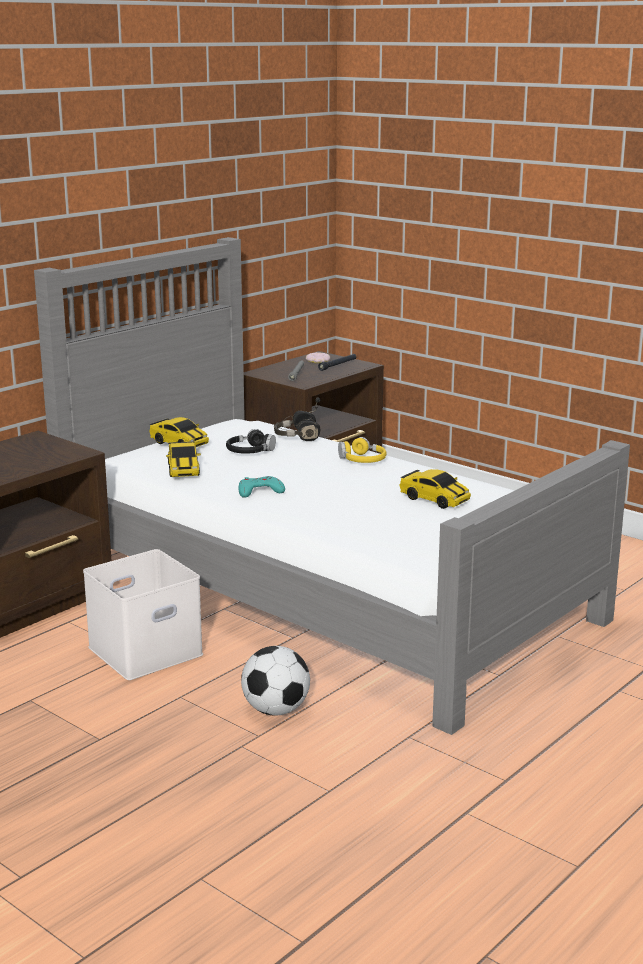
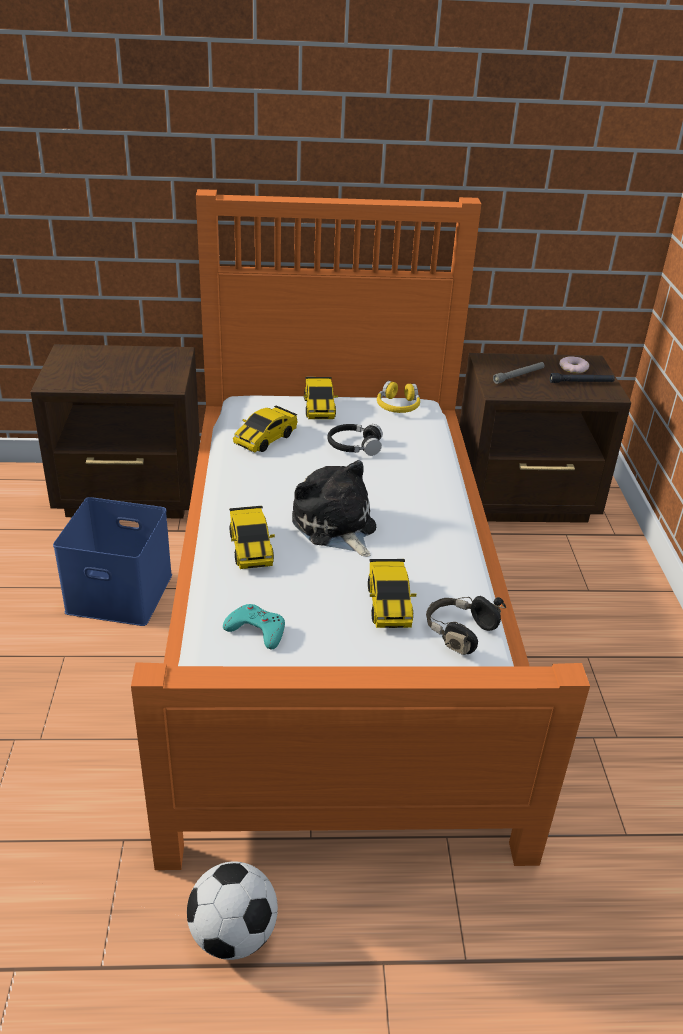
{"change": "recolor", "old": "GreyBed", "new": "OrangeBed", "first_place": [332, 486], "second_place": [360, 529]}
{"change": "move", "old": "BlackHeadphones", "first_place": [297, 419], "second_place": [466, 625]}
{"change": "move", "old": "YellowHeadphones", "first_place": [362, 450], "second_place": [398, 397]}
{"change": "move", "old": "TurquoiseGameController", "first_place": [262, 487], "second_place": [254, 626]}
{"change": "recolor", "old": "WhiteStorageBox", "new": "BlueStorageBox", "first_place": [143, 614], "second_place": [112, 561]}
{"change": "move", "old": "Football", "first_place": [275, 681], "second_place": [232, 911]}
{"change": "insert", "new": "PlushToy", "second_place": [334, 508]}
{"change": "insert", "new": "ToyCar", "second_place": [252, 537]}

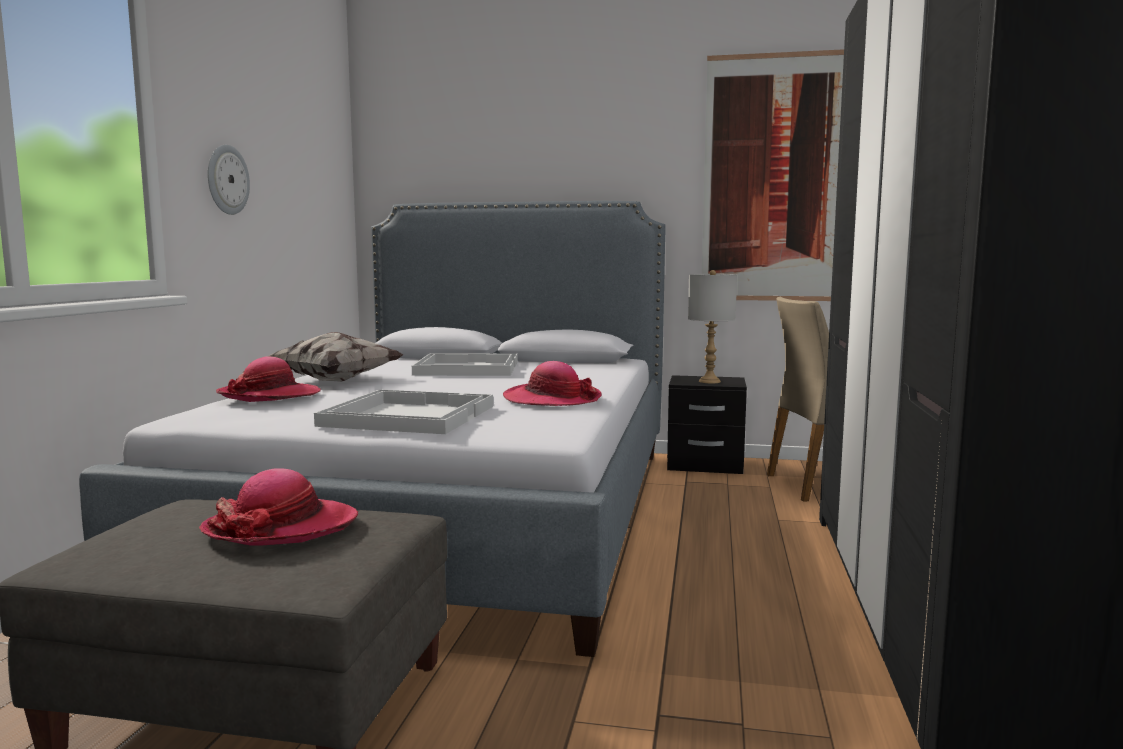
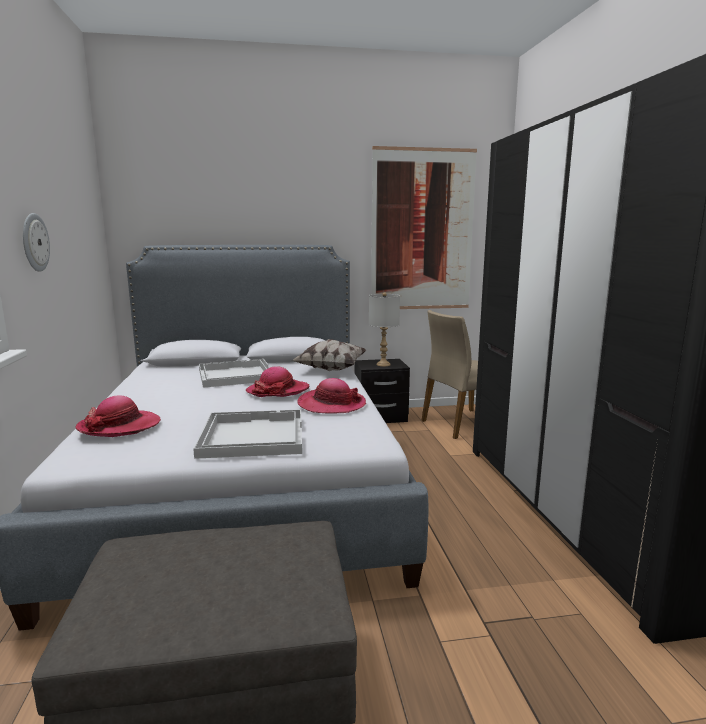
{"change": "move", "old": "Pillow", "first_place": [335, 357], "second_place": [328, 355]}
{"change": "move", "old": "Hat", "first_place": [278, 507], "second_place": [277, 381]}

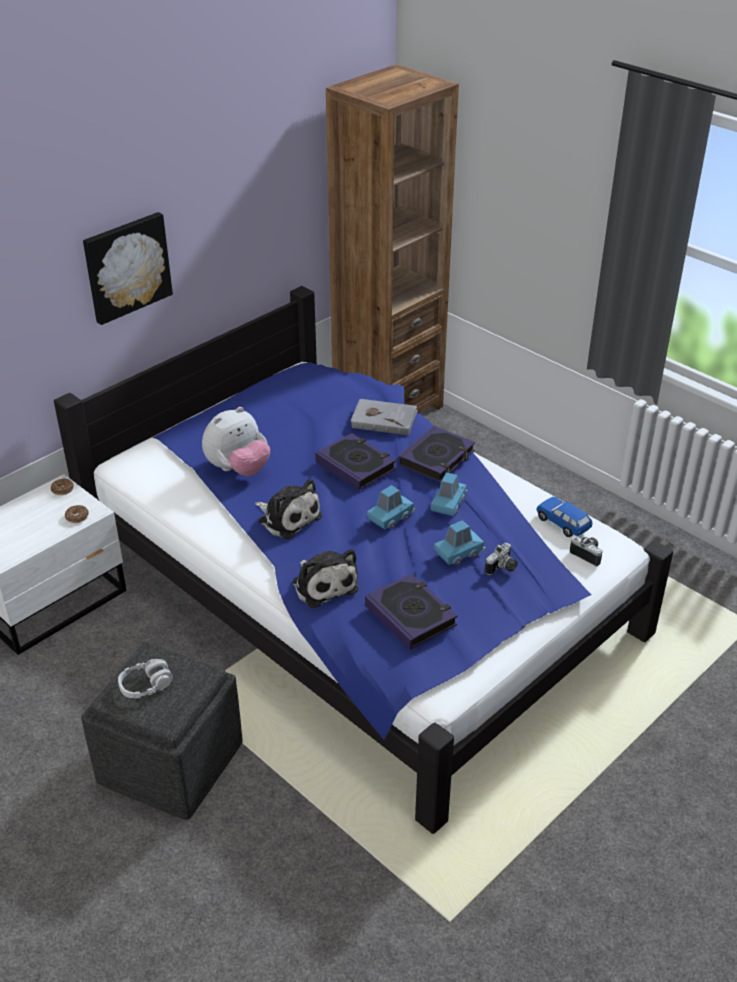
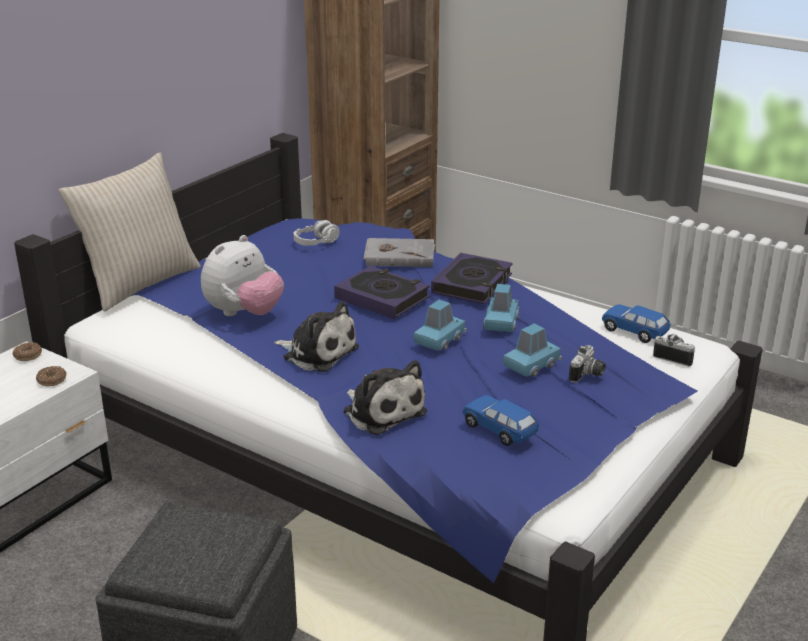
{"change": "delete", "old": "Picture", "first_place": [128, 268]}
{"change": "replace", "old": "Book", "new": "BlueToyCar", "first_place": [411, 611], "second_place": [501, 420]}
{"change": "move", "old": "GreyHeadphones", "first_place": [145, 678], "second_place": [316, 233]}
{"change": "insert", "new": "BeigePillow", "second_place": [130, 232]}

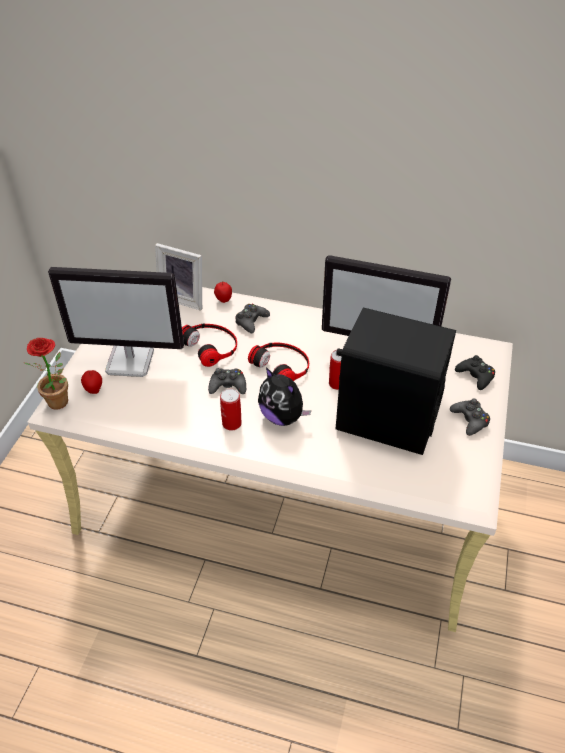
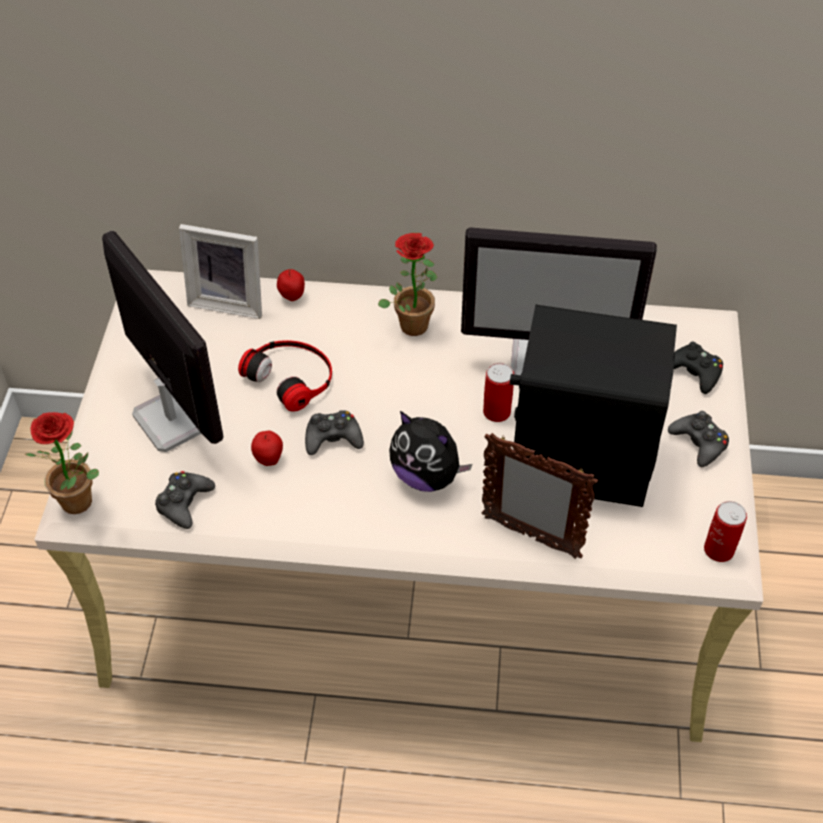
{"change": "rotate", "old": "Monitor", "first_place": [116, 322], "second_place": [163, 341], "degrees": -120}
{"change": "move", "old": "BlackGameController", "first_place": [252, 318], "second_place": [185, 500]}
{"change": "delete", "old": "Headphones", "first_place": [278, 362]}
{"change": "move", "old": "Apple", "first_place": [91, 382], "second_place": [267, 448]}
{"change": "move", "old": "Can", "first_place": [231, 410], "second_place": [725, 531]}
{"change": "insert", "new": "PottedPlant", "second_place": [408, 284]}
{"change": "insert", "new": "PictureFrame", "second_place": [540, 496]}

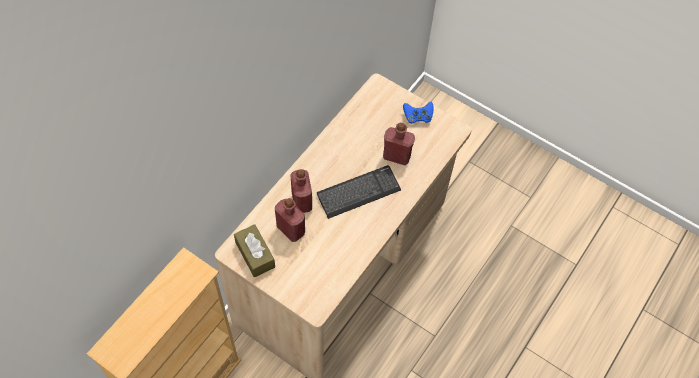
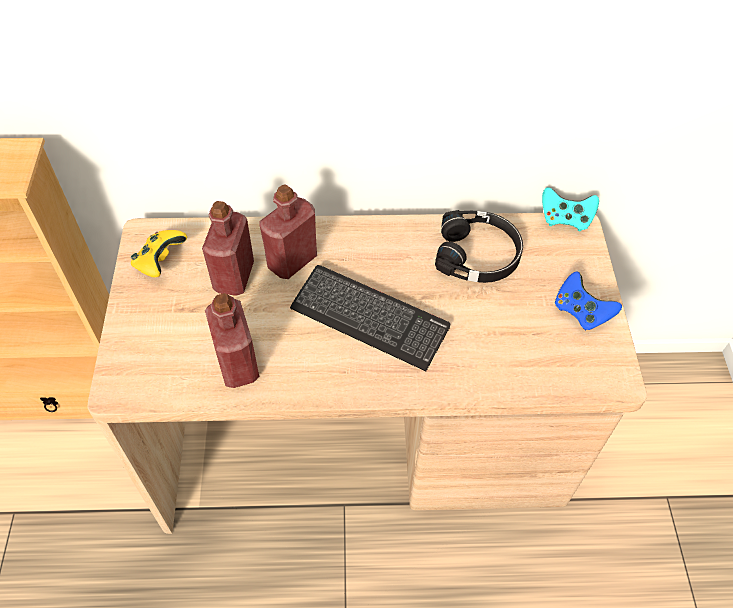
{"change": "move", "old": "RedBottle", "first_place": [399, 143], "second_place": [232, 340]}
{"change": "replace", "old": "BrownTissueBox", "new": "YellowGameController", "first_place": [254, 250], "second_place": [159, 253]}
{"change": "insert", "new": "TurquoiseGameController", "second_place": [570, 209]}
{"change": "insert", "new": "BlackHeadphones", "second_place": [479, 246]}

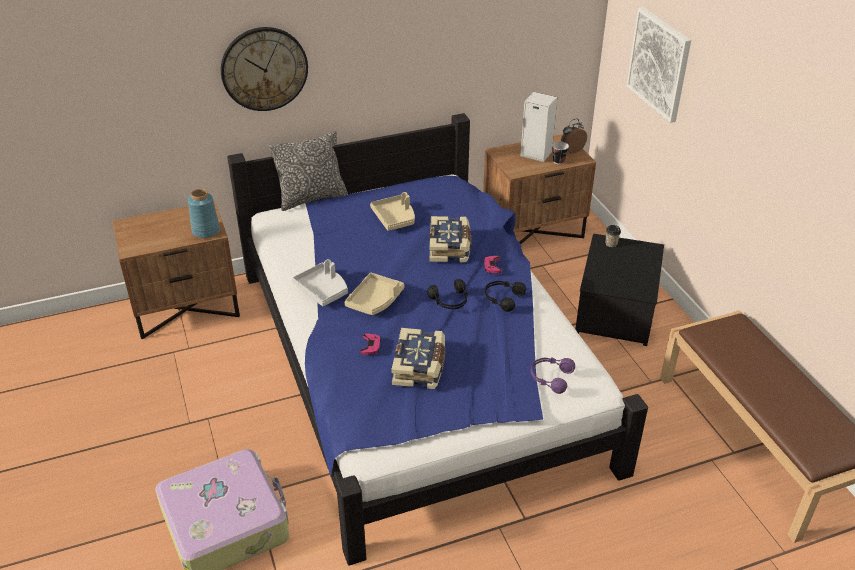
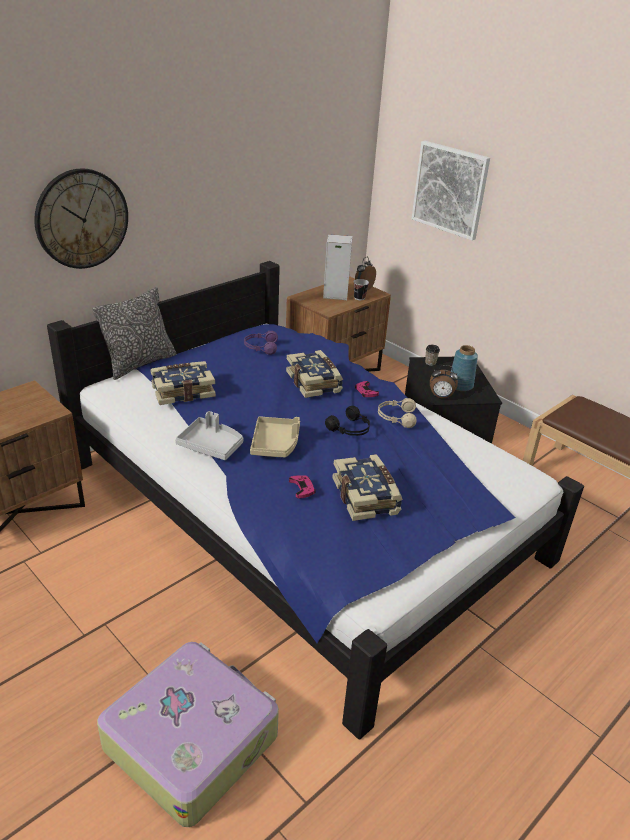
{"change": "move", "old": "BlueVase", "first_place": [204, 213], "second_place": [464, 368]}
{"change": "delete", "old": "BeigeTray", "first_place": [392, 211]}
{"change": "recolor", "old": "BlackHeadphones", "new": "BeigeHeadphones", "first_place": [505, 296], "second_place": [397, 413]}
{"change": "move", "old": "PurpleHeadphones", "first_place": [553, 375], "second_place": [261, 342]}
{"change": "insert", "new": "Book", "second_place": [183, 383]}
{"change": "insert", "new": "AlarmClock", "second_place": [444, 382]}

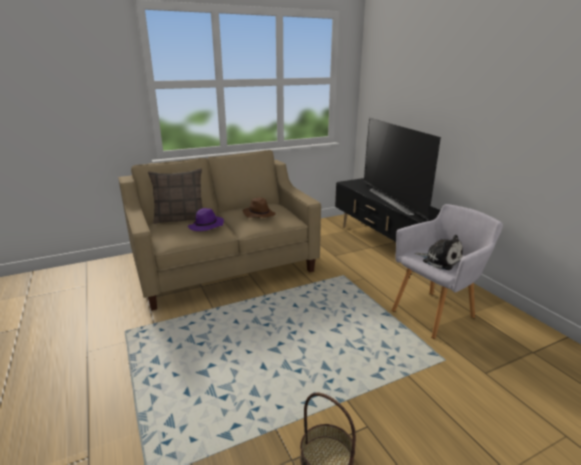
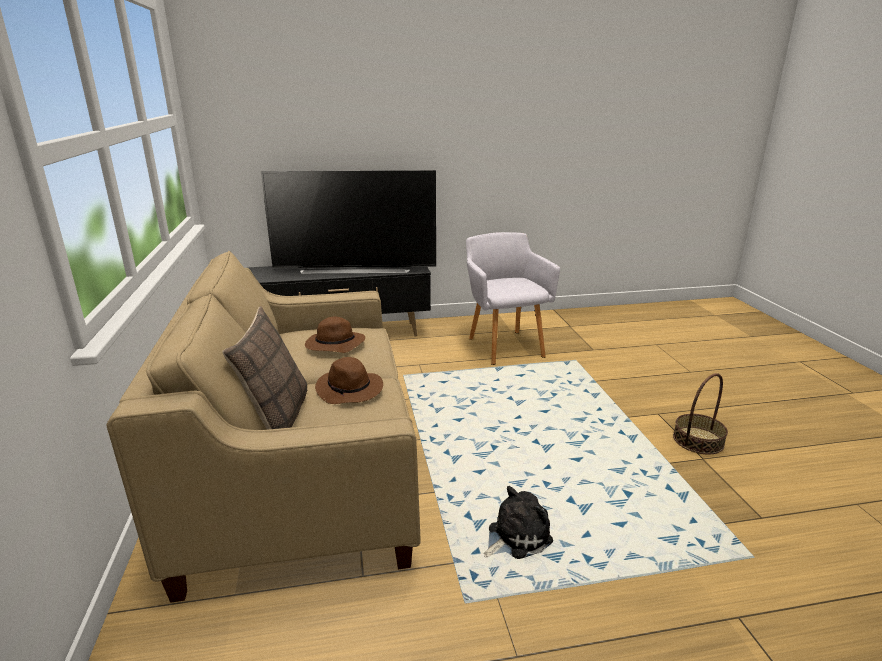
{"change": "recolor", "old": "PurpleHat", "new": "BrownHat", "first_place": [206, 219], "second_place": [349, 380]}
{"change": "move", "old": "PlushToy", "first_place": [438, 252], "second_place": [518, 522]}

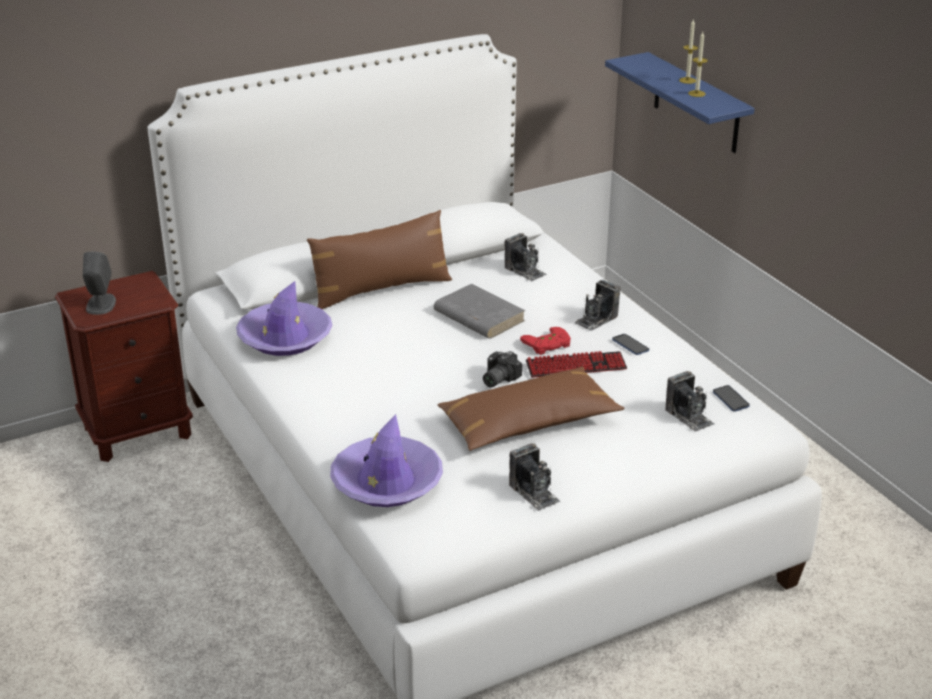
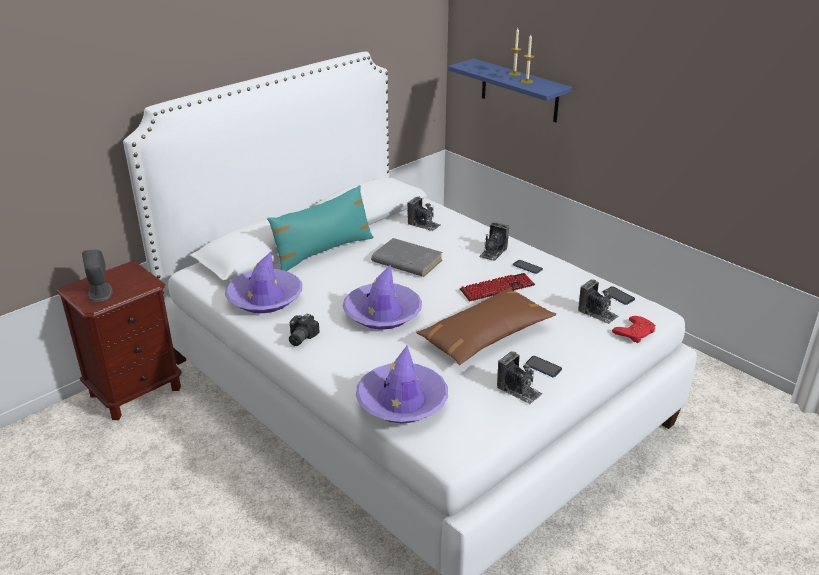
{"change": "recolor", "old": "BrownPillow", "new": "TurquoisePillow", "first_place": [379, 259], "second_place": [320, 228]}
{"change": "move", "old": "RedGameController", "first_place": [545, 341], "second_place": [633, 329]}
{"change": "move", "old": "PhotoCamera", "first_place": [502, 369], "second_place": [304, 330]}
{"change": "insert", "new": "PurpleHat", "second_place": [382, 297]}
{"change": "insert", "new": "Phone", "second_place": [544, 367]}

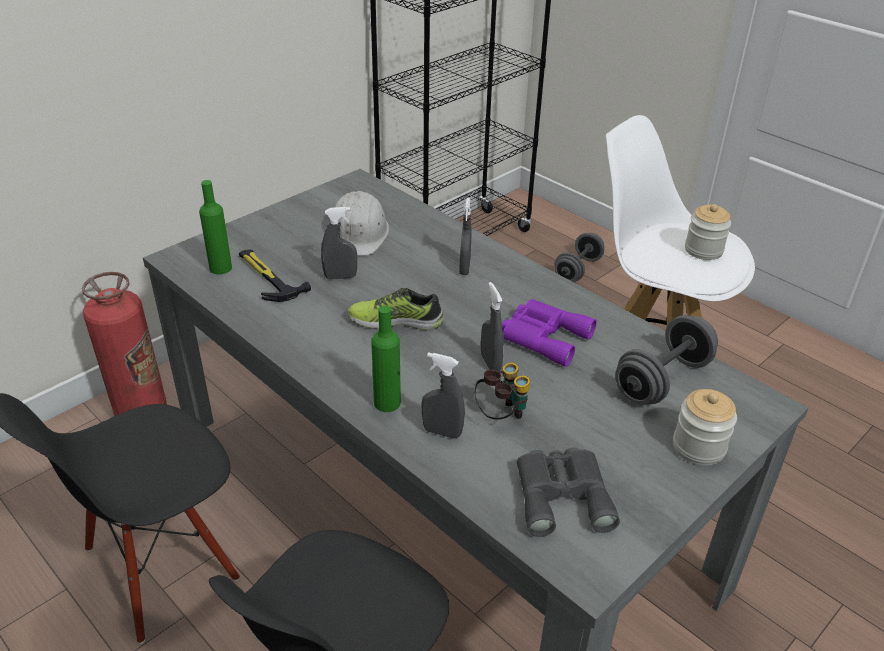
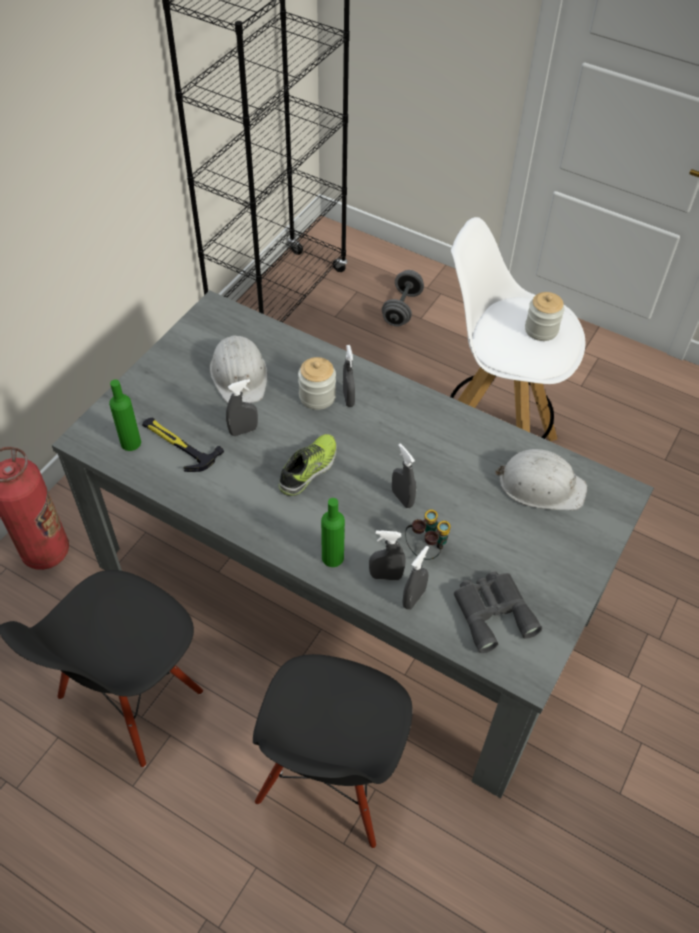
{"change": "rotate", "old": "Shoe", "first_place": [396, 309], "second_place": [307, 465], "degrees": 135}
{"change": "delete", "old": "PurpleBinoculars", "first_place": [549, 333]}
{"change": "replace", "old": "GreyDumbbell", "new": "WhiteHardHat", "first_place": [666, 359], "second_place": [541, 479]}
{"change": "move", "old": "Jar", "first_place": [705, 427], "second_place": [317, 383]}
{"change": "insert", "new": "GreySprayBottle", "second_place": [415, 577]}

